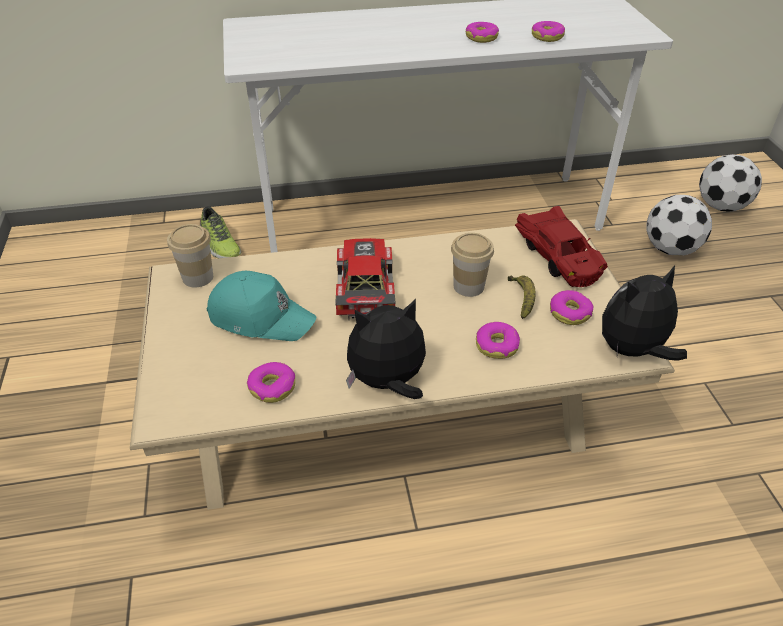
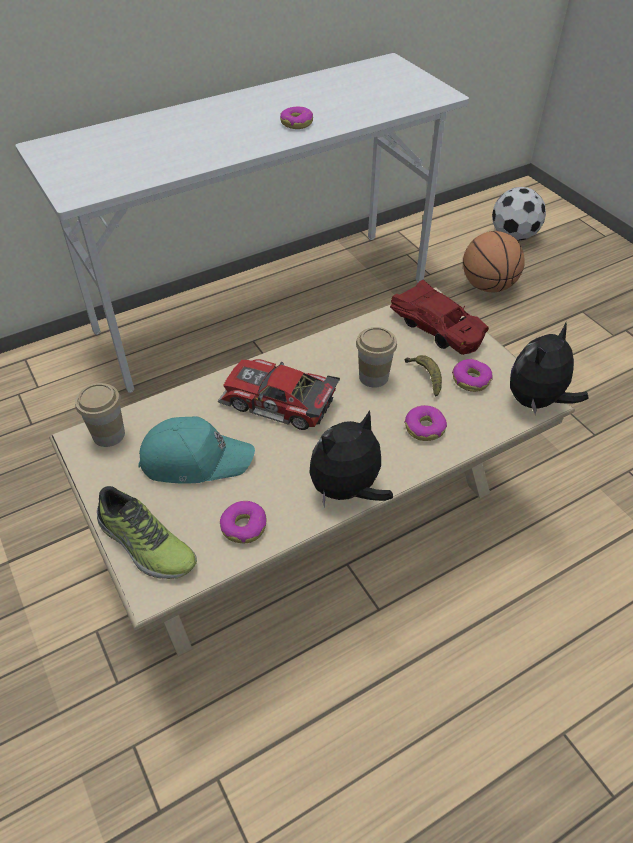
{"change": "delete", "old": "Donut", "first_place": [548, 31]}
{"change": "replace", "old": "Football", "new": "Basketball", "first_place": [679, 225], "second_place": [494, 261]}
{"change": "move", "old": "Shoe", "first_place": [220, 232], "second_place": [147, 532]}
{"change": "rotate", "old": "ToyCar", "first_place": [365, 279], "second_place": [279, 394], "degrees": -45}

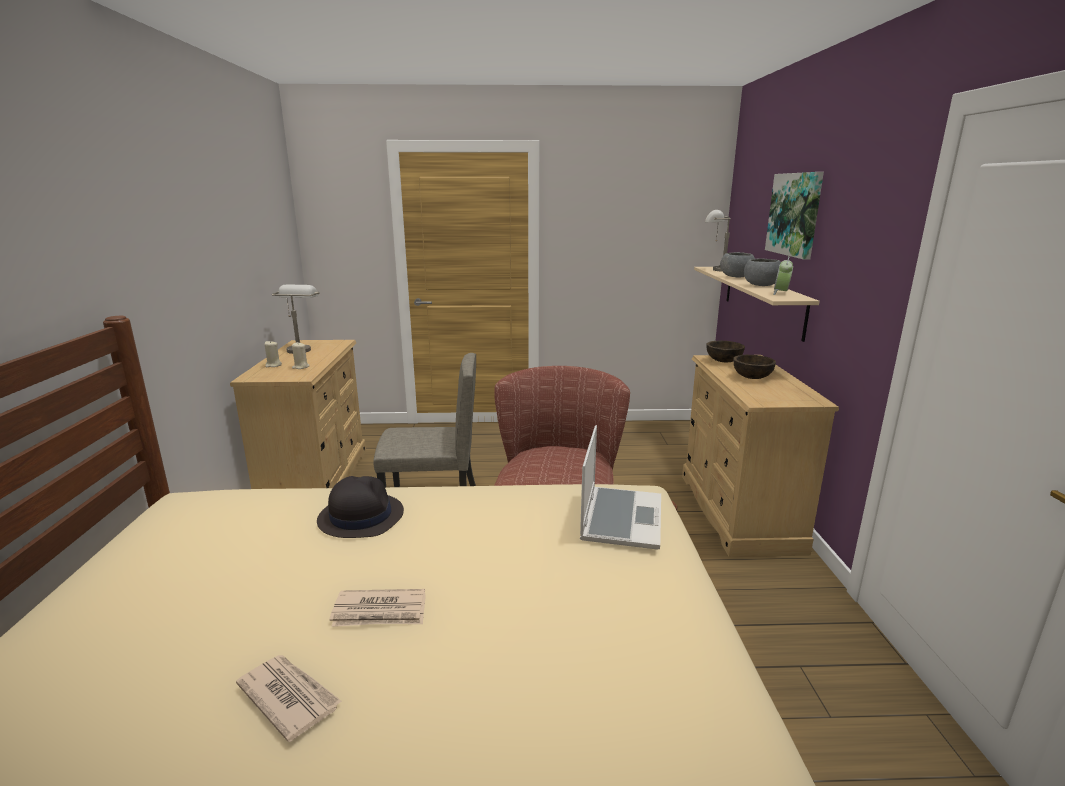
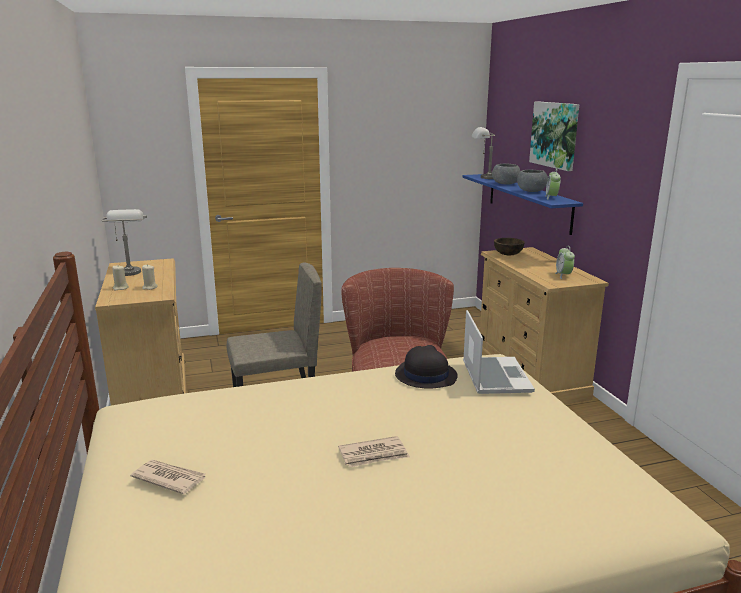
{"change": "recolor", "old": "BeigeShelf", "new": "BlueShelf", "first_place": [757, 304], "second_place": [522, 204]}
{"change": "delete", "old": "BrownBowl", "first_place": [754, 367]}
{"change": "move", "old": "BlackHat", "first_place": [360, 507], "second_place": [426, 366]}
{"change": "move", "old": "Newspaper", "first_place": [289, 698], "second_place": [168, 477]}
{"change": "insert", "new": "AlarmClock", "second_place": [565, 262]}

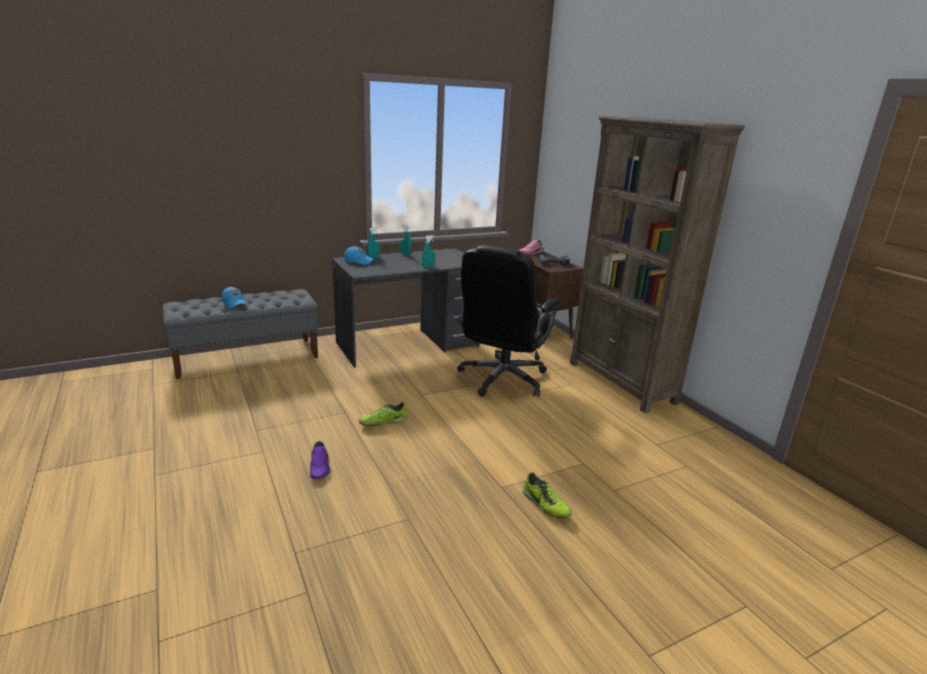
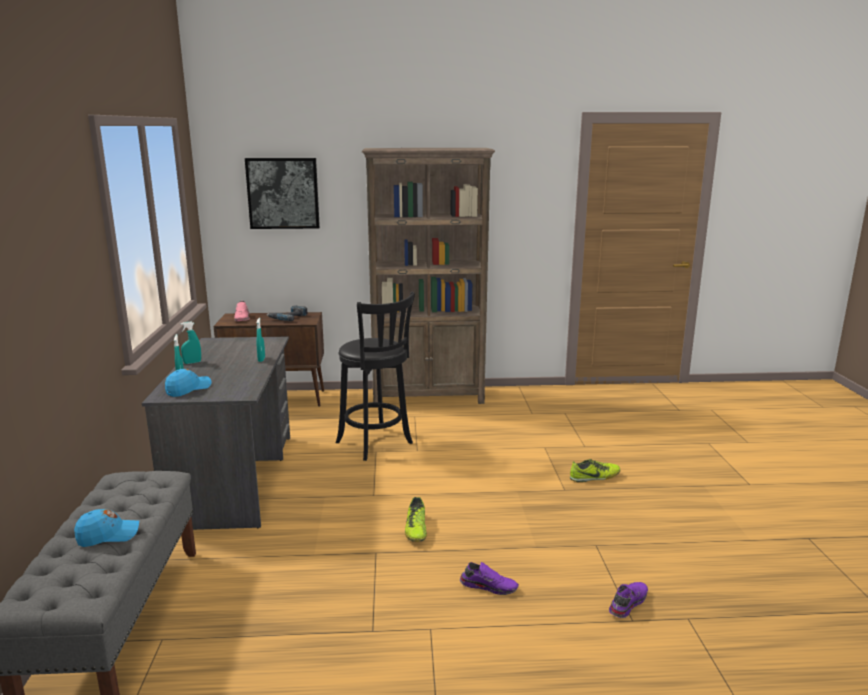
{"change": "replace", "old": "BlackOfficeChair", "new": "BlackStool", "first_place": [509, 321], "second_place": [375, 376]}
{"change": "insert", "new": "Picture", "second_place": [282, 193]}
{"change": "insert", "new": "PurpleShoe", "second_place": [628, 600]}

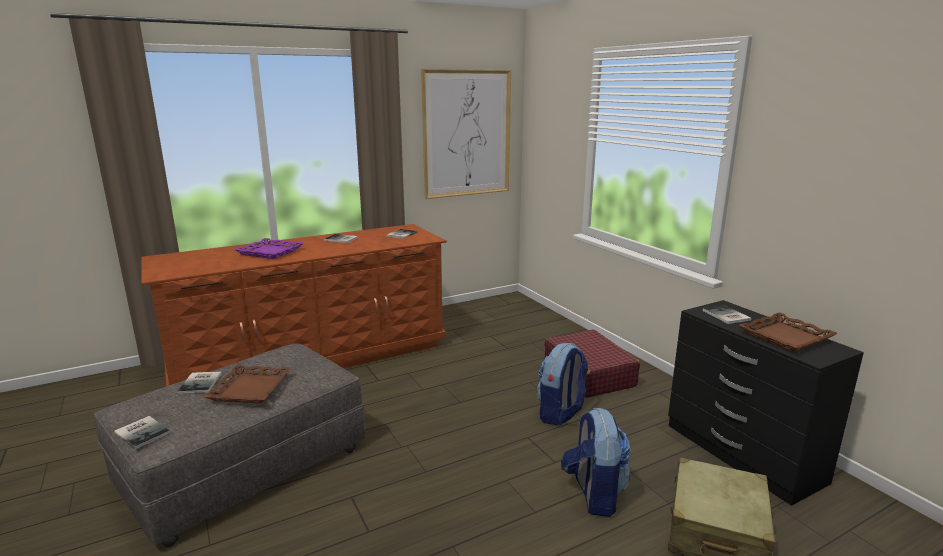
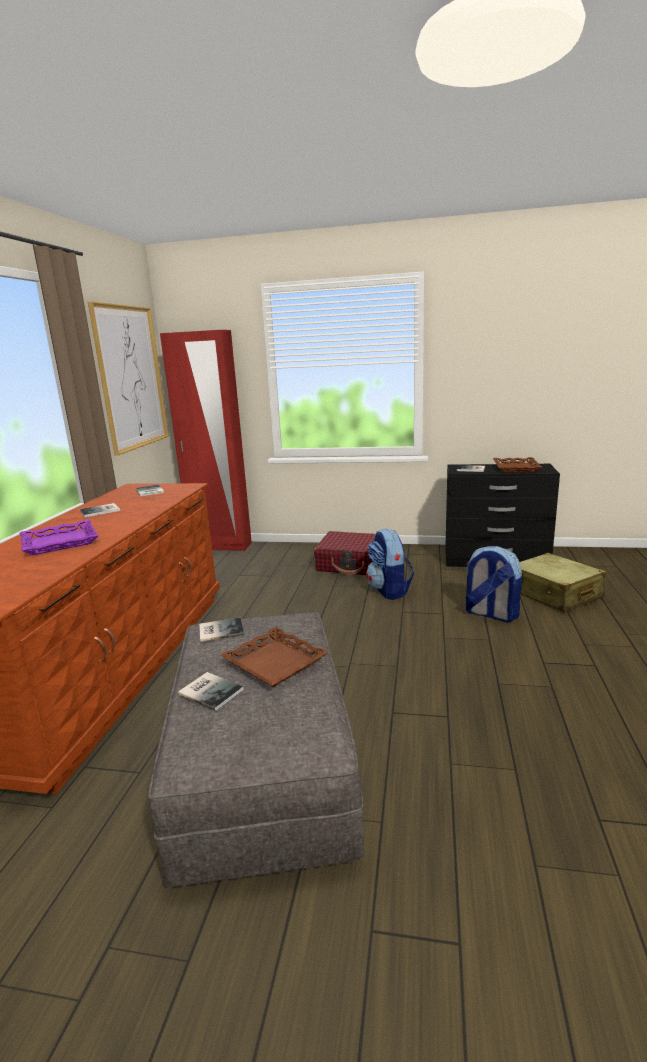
{"change": "move", "old": "Book", "first_place": [142, 432], "second_place": [221, 629]}
{"change": "insert", "new": "RedWardrobe", "second_place": [206, 440]}

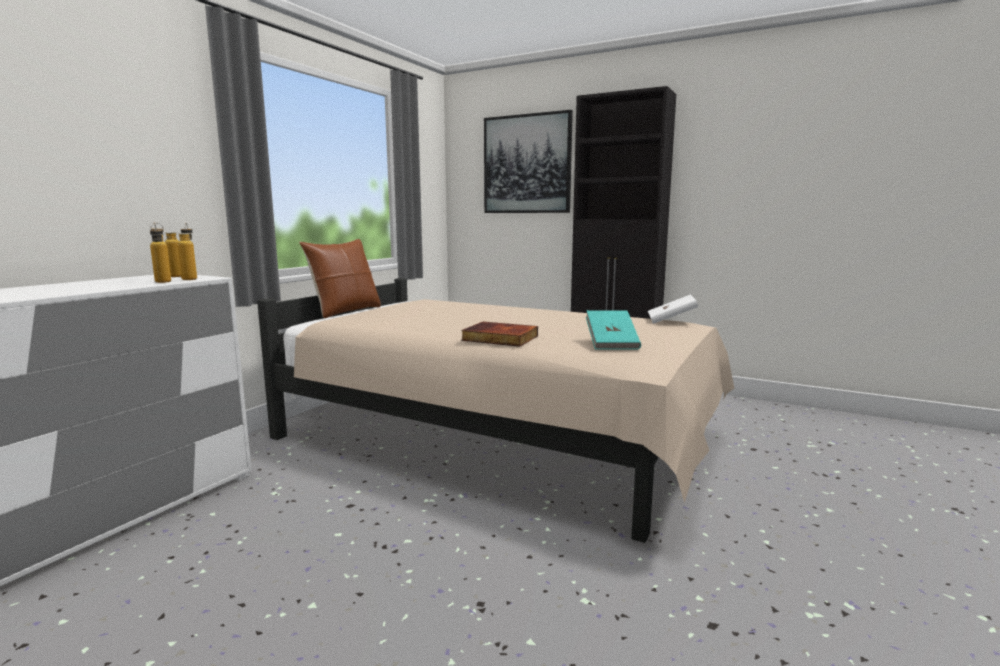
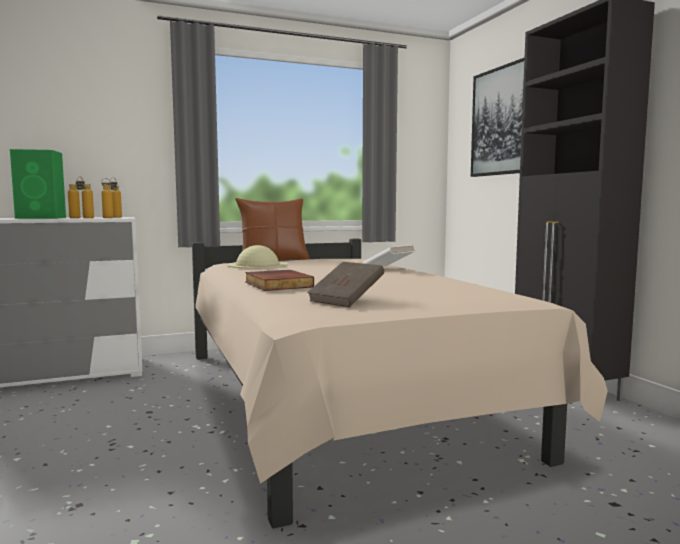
{"change": "move", "old": "WhiteBook", "first_place": [673, 309], "second_place": [389, 255]}
{"change": "recolor", "old": "TurquoiseBook", "new": "BrownBook", "first_place": [613, 330], "second_place": [345, 284]}
{"change": "insert", "new": "GreenSpeaker", "second_place": [38, 184]}
{"change": "insert", "new": "Bottle", "second_place": [75, 197]}
{"change": "insert", "new": "BeigeHat", "second_place": [257, 256]}

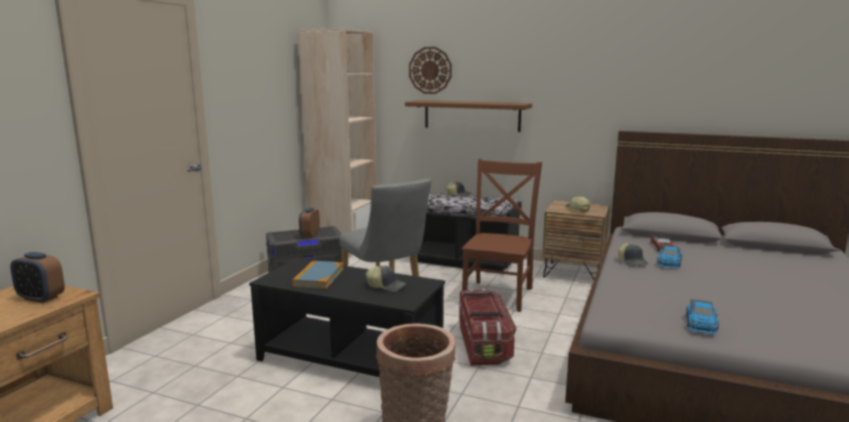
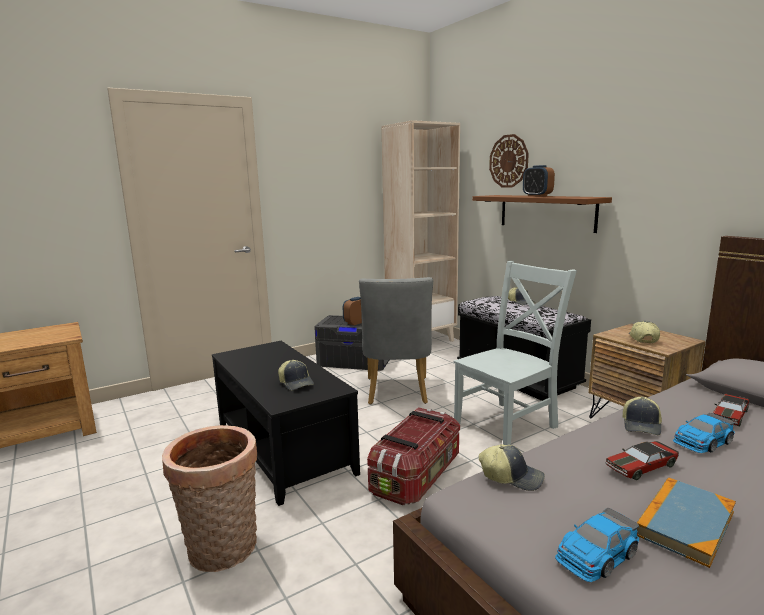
{"change": "recolor", "old": "BrownChair", "new": "GreyChair", "first_place": [502, 235], "second_place": [515, 353]}
{"change": "move", "old": "AlarmClock", "first_place": [37, 277], "second_place": [539, 180]}
{"change": "move", "old": "Book", "first_place": [318, 275], "second_place": [686, 523]}
{"change": "insert", "new": "ToyCar", "second_place": [642, 460]}
{"change": "insert", "new": "Cap", "second_place": [512, 467]}

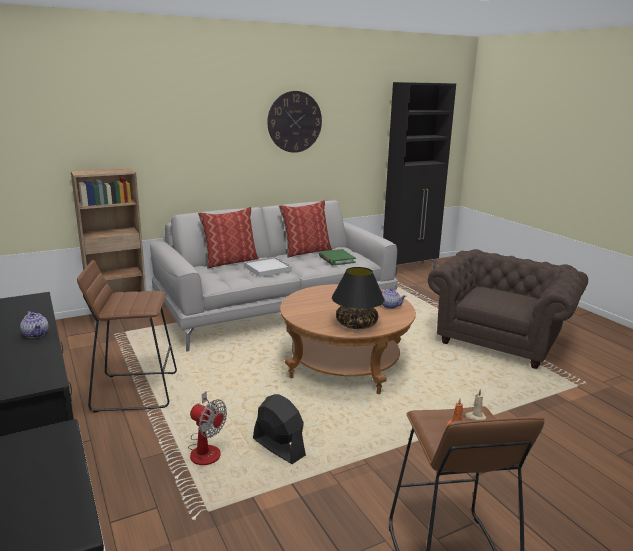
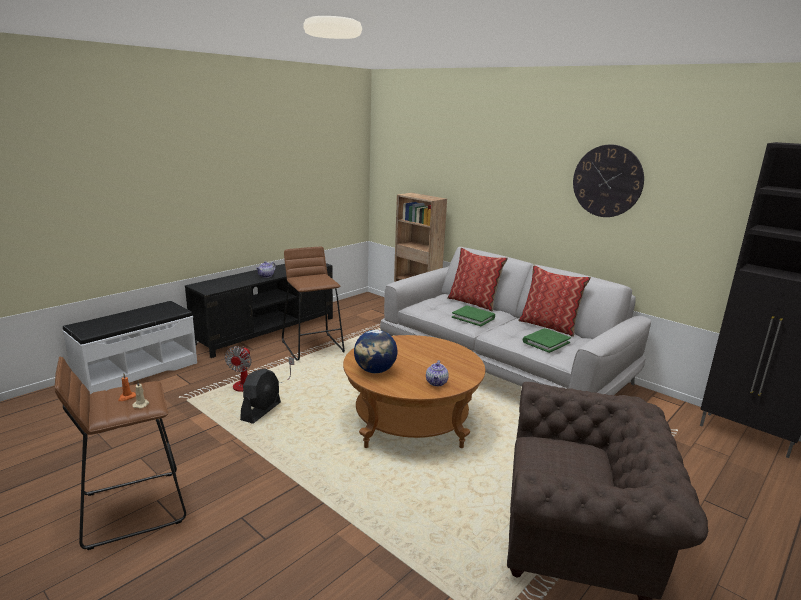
{"change": "replace", "old": "WhiteTray", "new": "GreenBook", "first_place": [268, 267], "second_place": [473, 315]}
{"change": "replace", "old": "BlackTableLamp", "new": "Globe", "first_place": [358, 298], "second_place": [375, 351]}

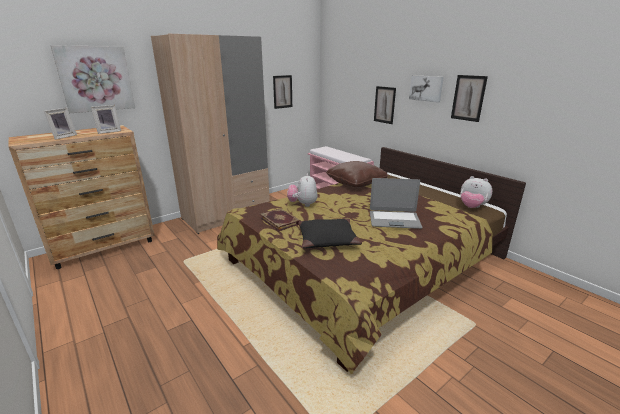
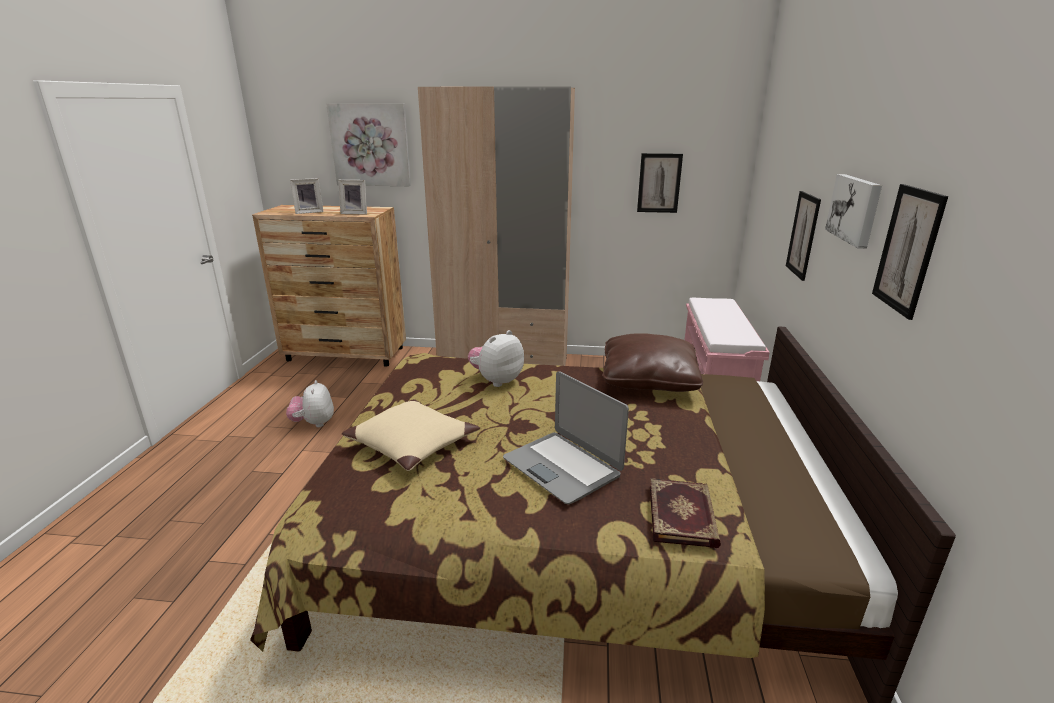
{"change": "move", "old": "PlushToy", "first_place": [476, 192], "second_place": [310, 403]}
{"change": "move", "old": "Book", "first_place": [280, 220], "second_place": [685, 513]}
{"change": "recolor", "old": "BlackPillow", "new": "BeigePillow", "first_place": [330, 233], "second_place": [411, 435]}

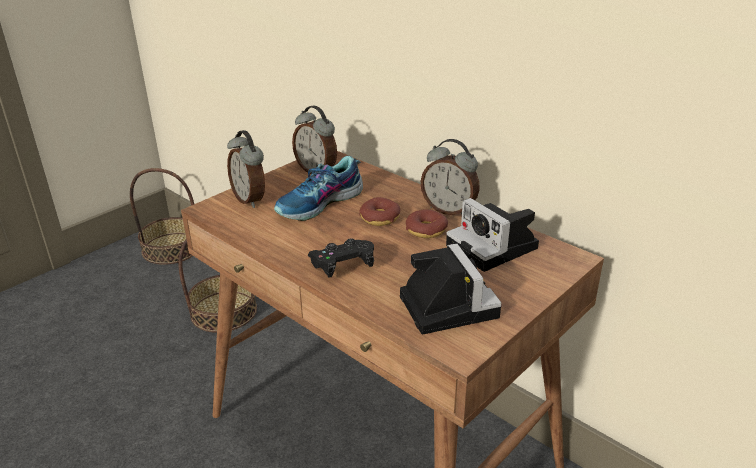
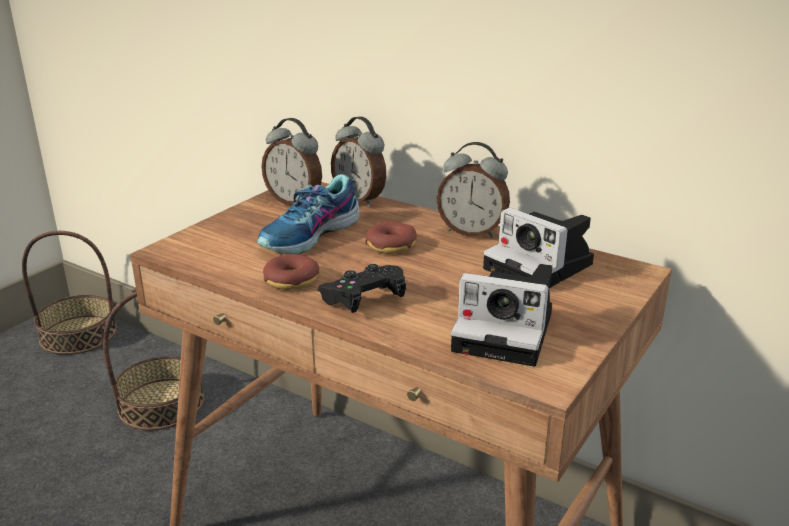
{"change": "move", "old": "AlarmClock", "first_place": [246, 169], "second_place": [358, 161]}
{"change": "move", "old": "Donut", "first_place": [427, 223], "second_place": [291, 272]}
{"change": "rotate", "old": "PhotoCamera", "first_place": [451, 289], "second_place": [501, 315], "degrees": 135}

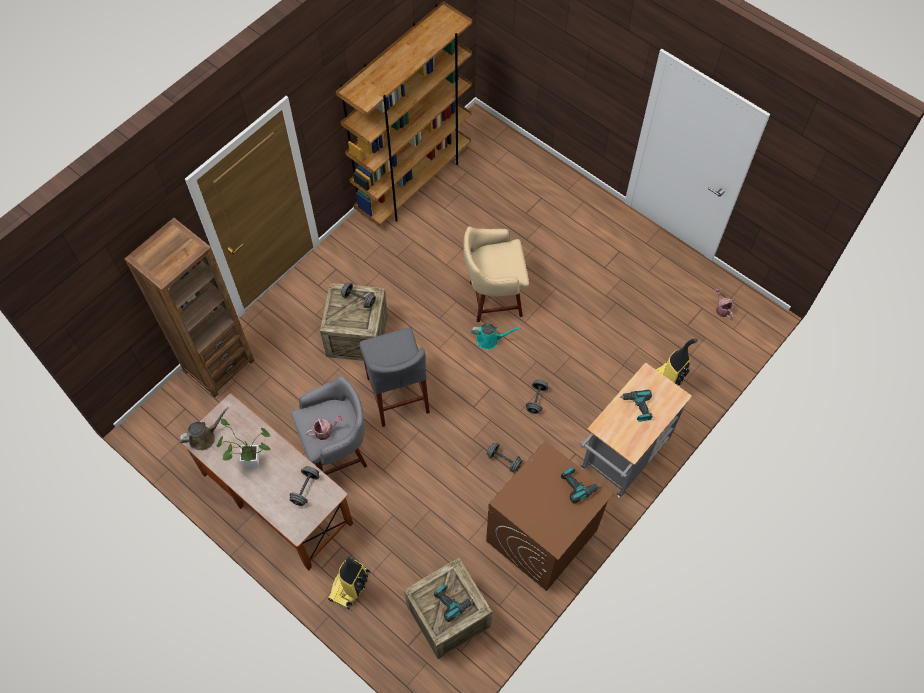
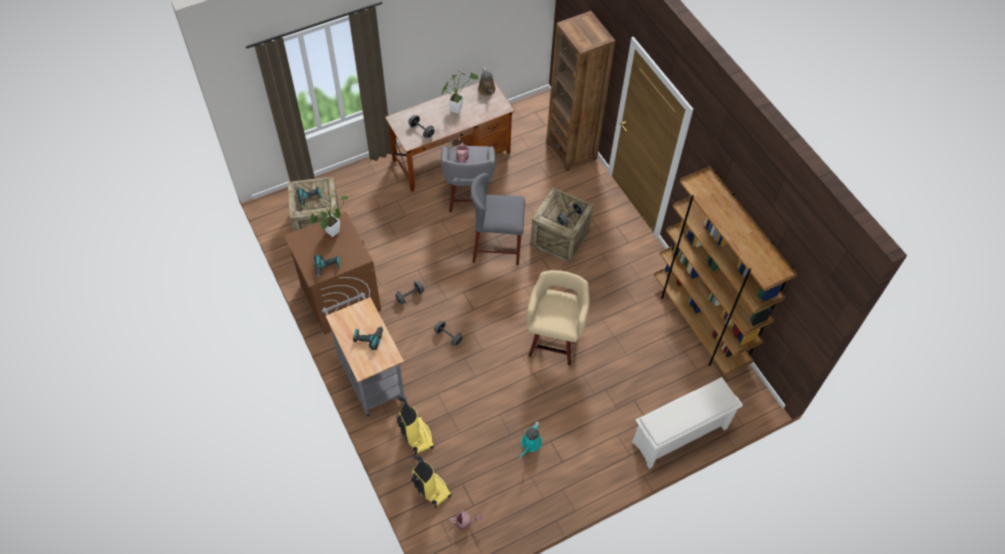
{"change": "move", "old": "TurquoiseWateringCan", "first_place": [496, 336], "second_place": [531, 439]}
{"change": "move", "old": "VacuumCleaner", "first_place": [349, 583], "second_place": [432, 481]}
{"change": "insert", "new": "PottedPlant", "second_place": [325, 216]}
{"change": "insert", "new": "WhiteShoeRack", "second_place": [687, 423]}

